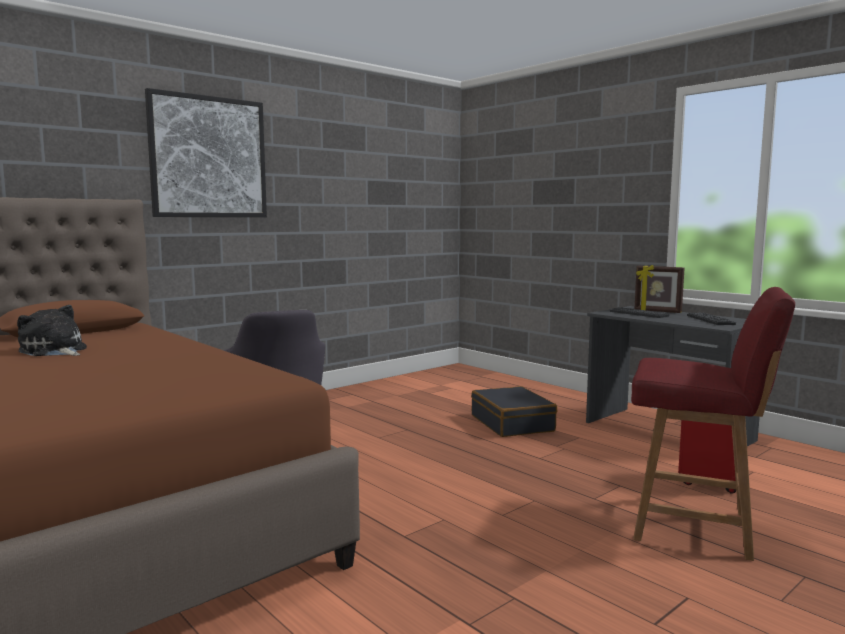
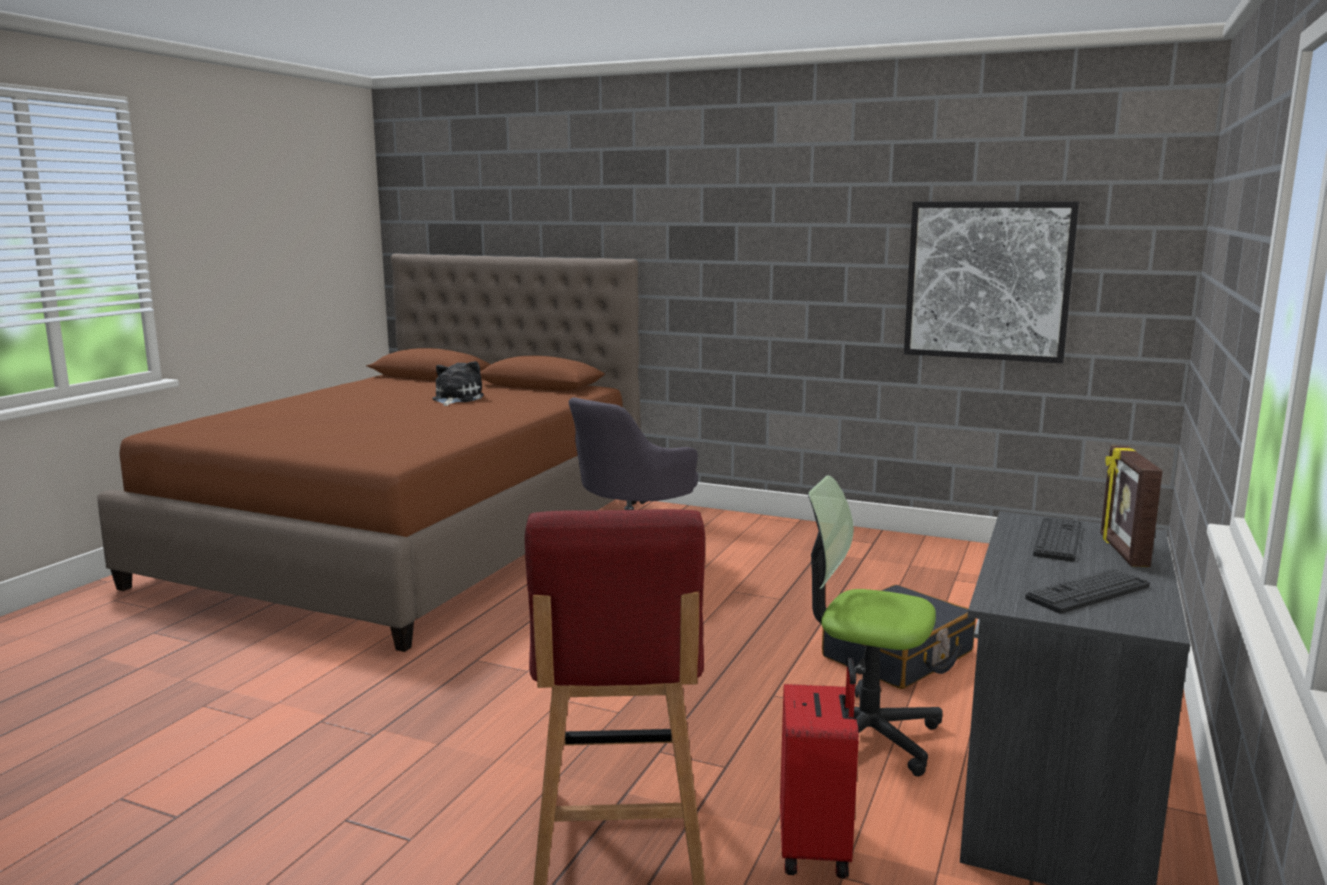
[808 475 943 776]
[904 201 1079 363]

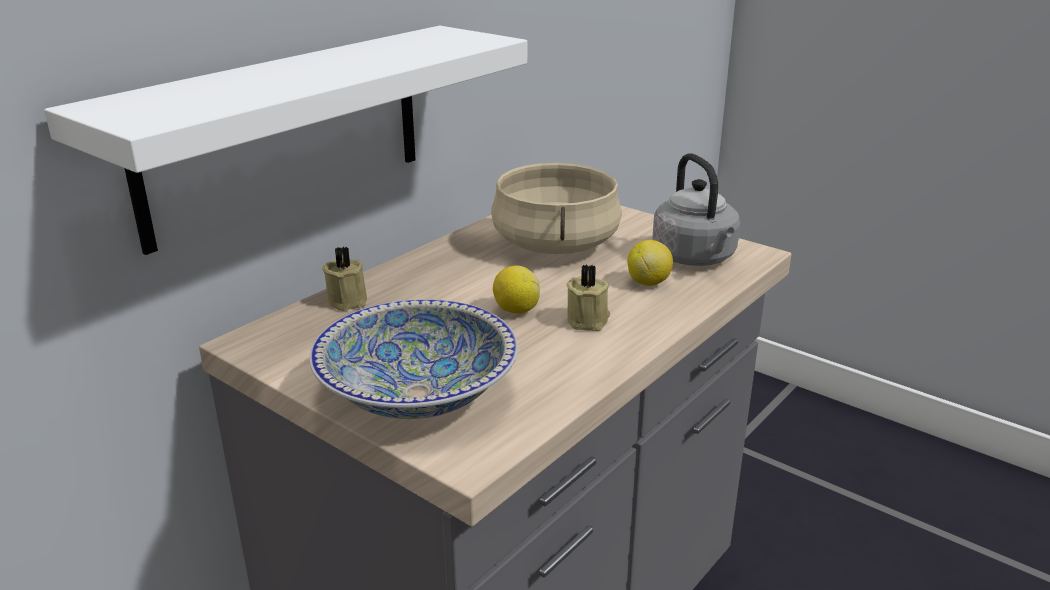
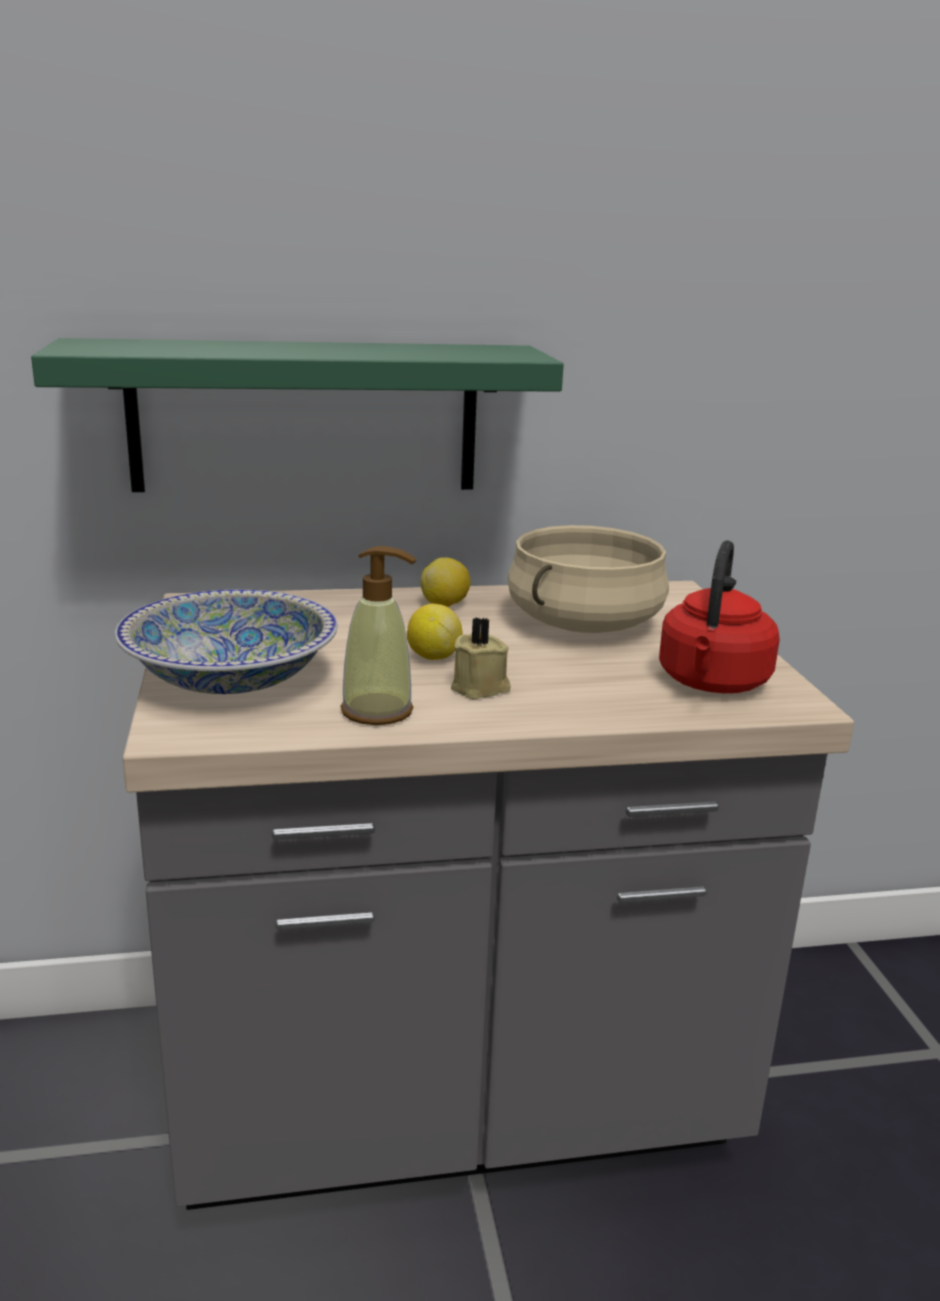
[31 338 564 492]
[340 546 417 725]
[421 557 470 607]
[659 541 780 693]
[322 247 367 311] (first image)

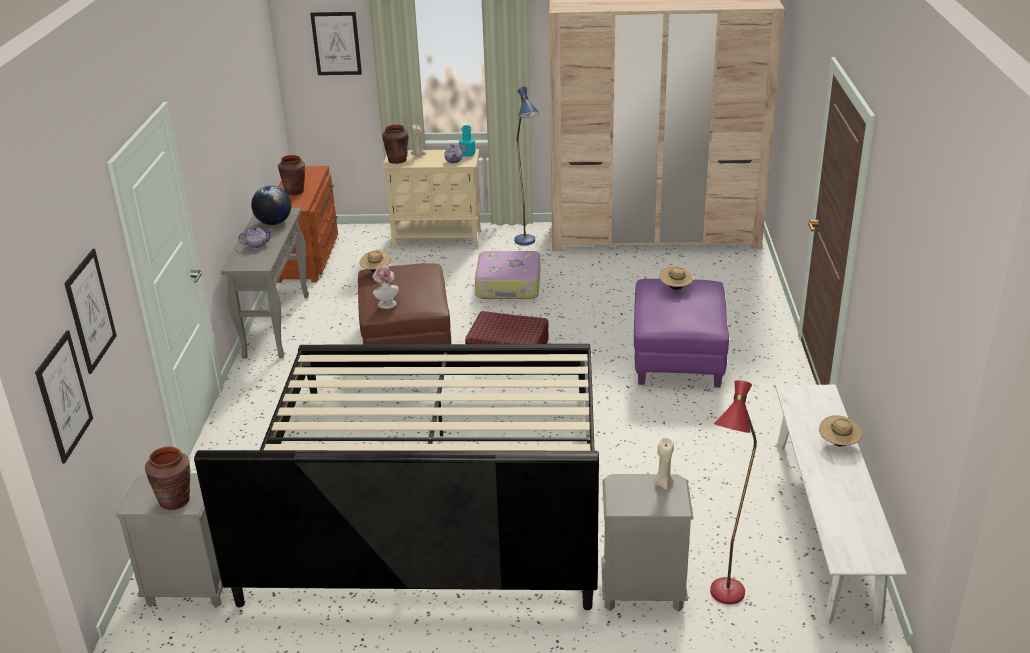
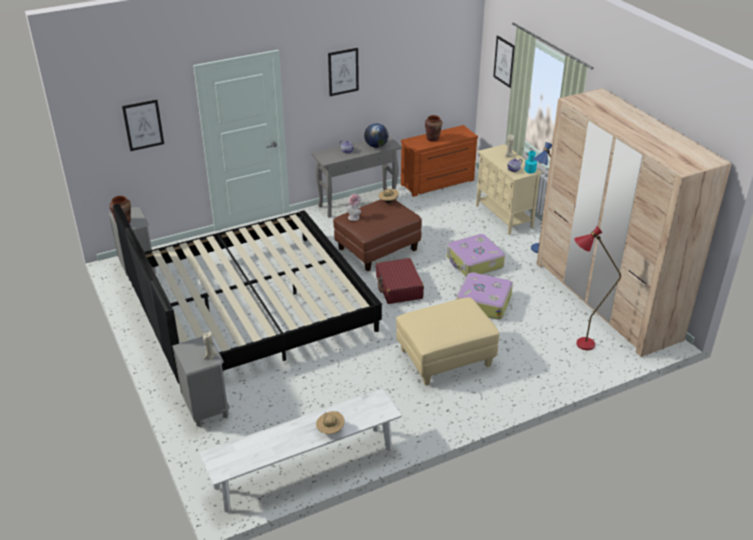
[328 48 359 96]
[396 297 499 385]
[457 272 513 320]
[575 226 621 350]
[382 125 409 164] (first image)
[660 266 693 290] (first image)

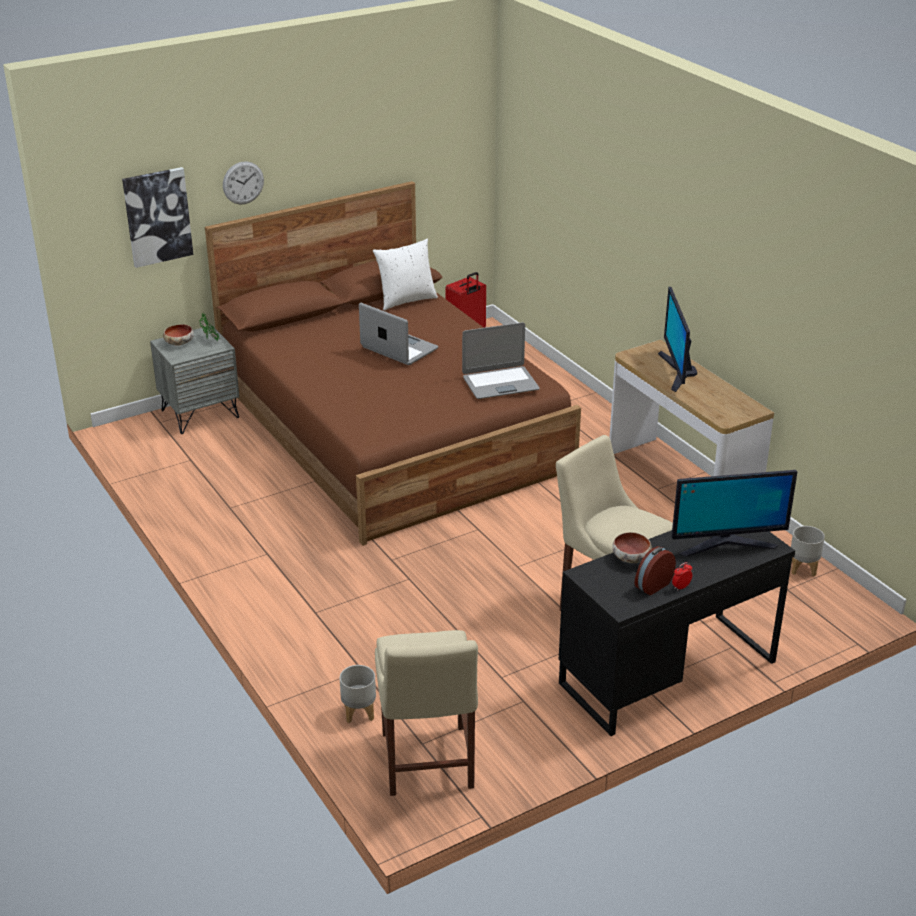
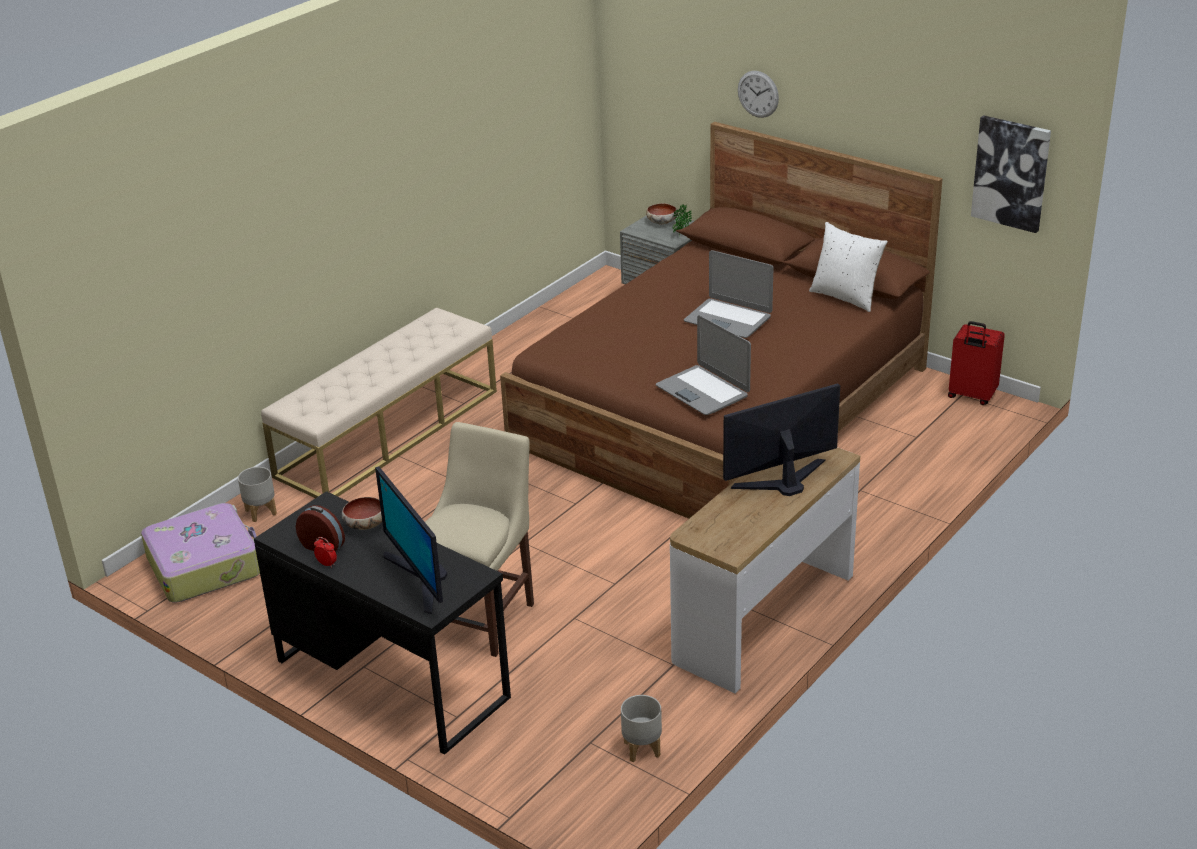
[141 503 260 603]
[261 307 497 498]
[684 250 773 338]
[971 115 1051 233]

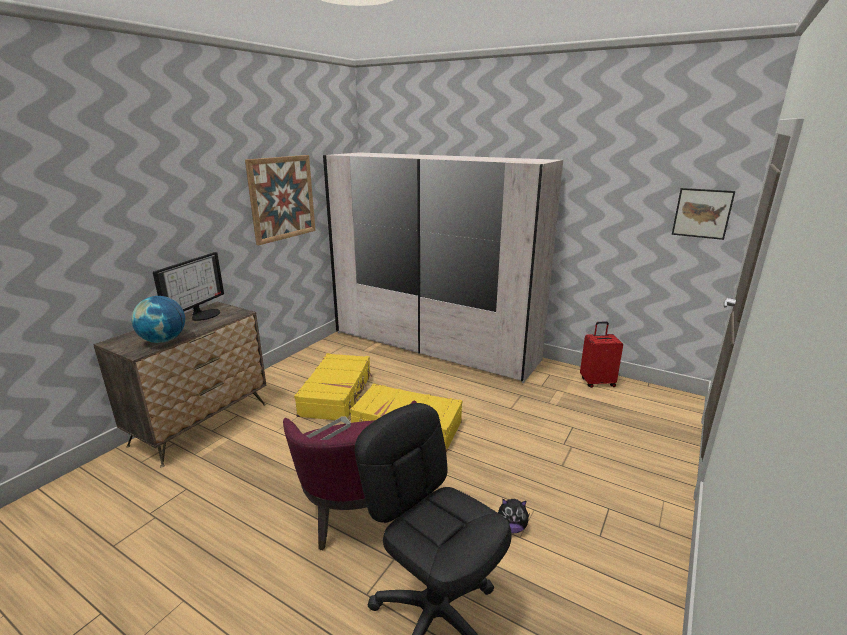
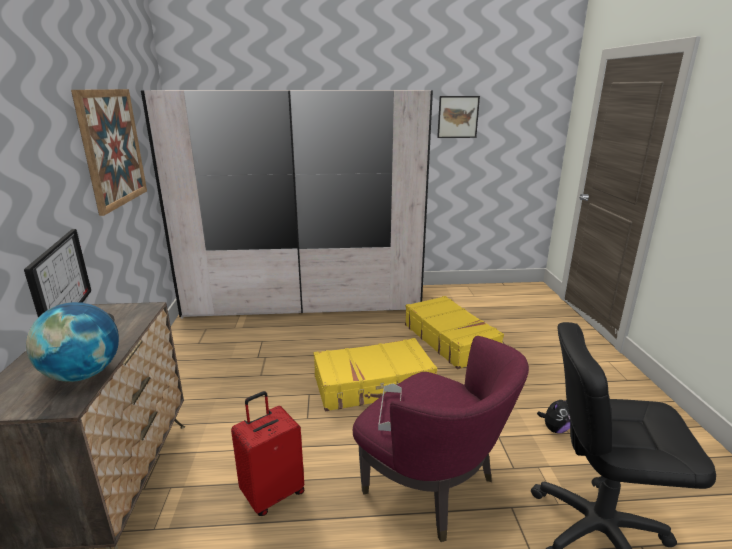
[231 391 305 516]
[405 296 504 369]
[437 96 480 138]

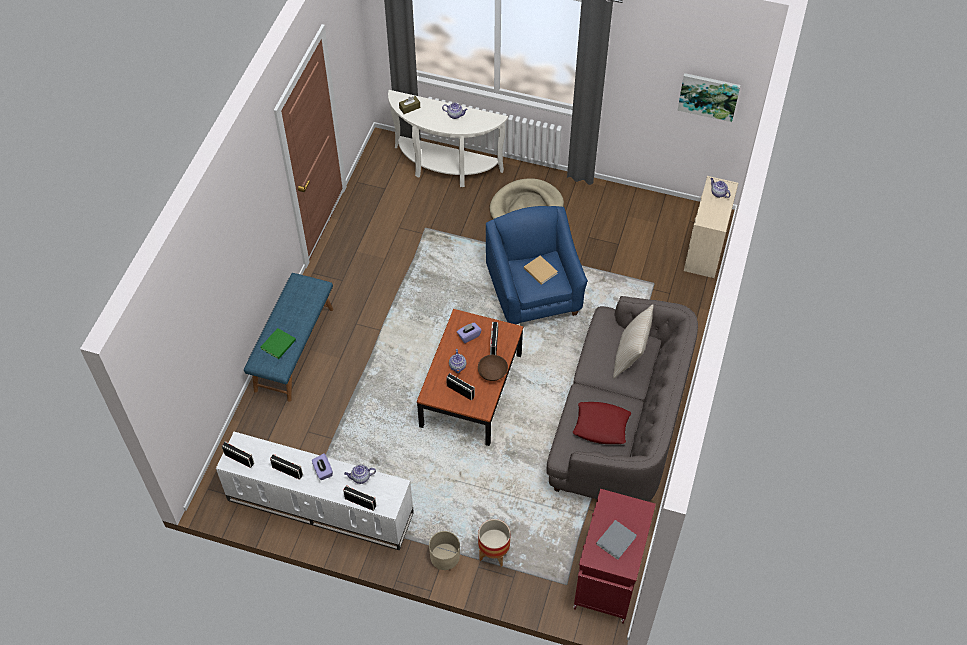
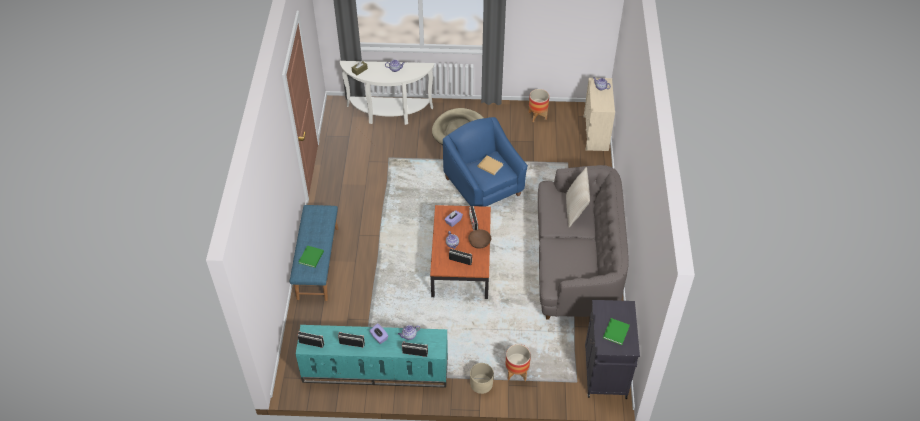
[296 325 448 388]
[529 89 549 122]
[585 300 640 399]
[603 318 630 345]
[573 402 631 444] (first image)
[678 73 741 122] (first image)

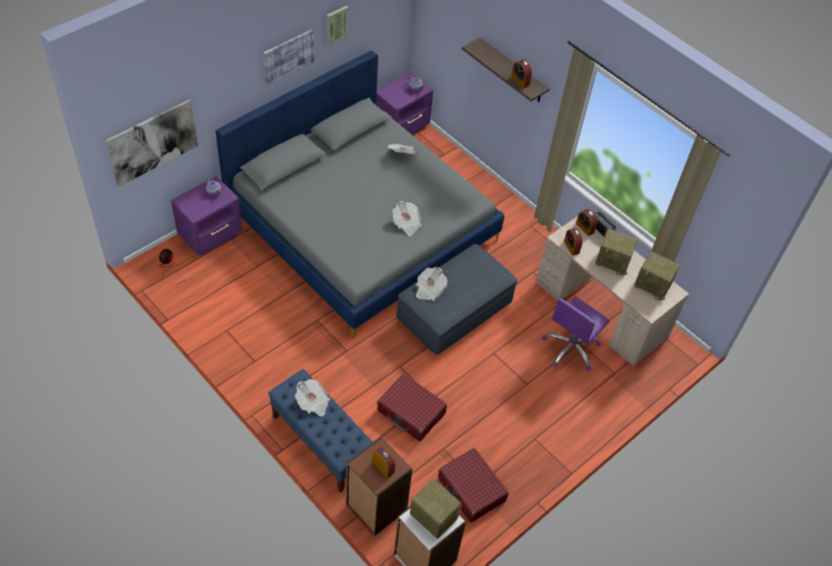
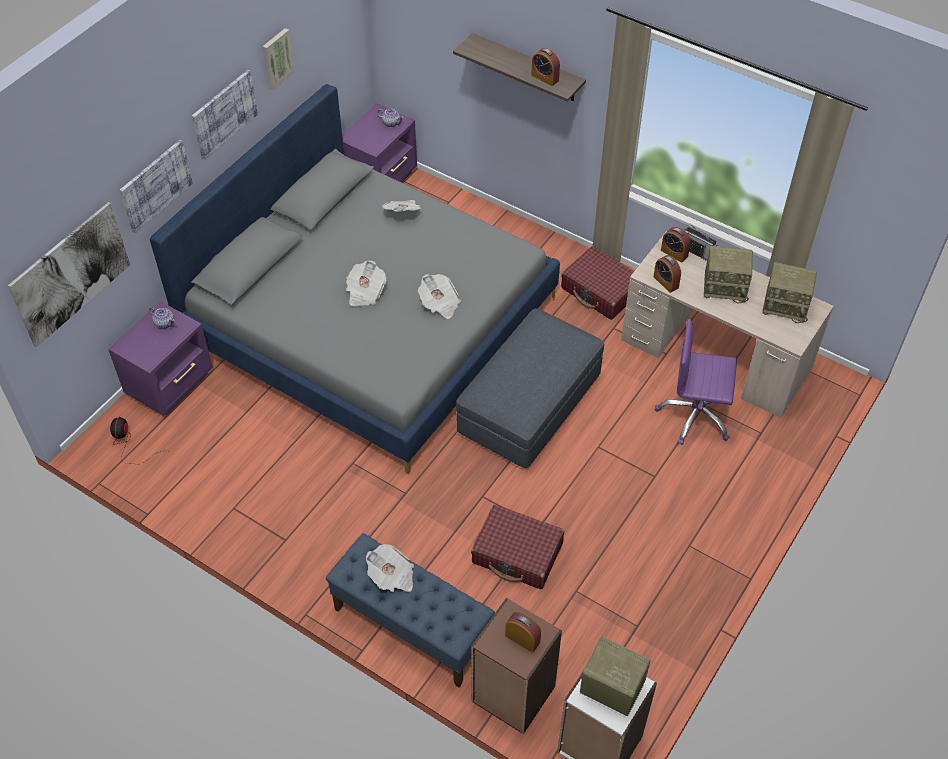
[120 140 193 233]
[346 260 386 307]
[561 246 634 320]
[655 319 737 445]

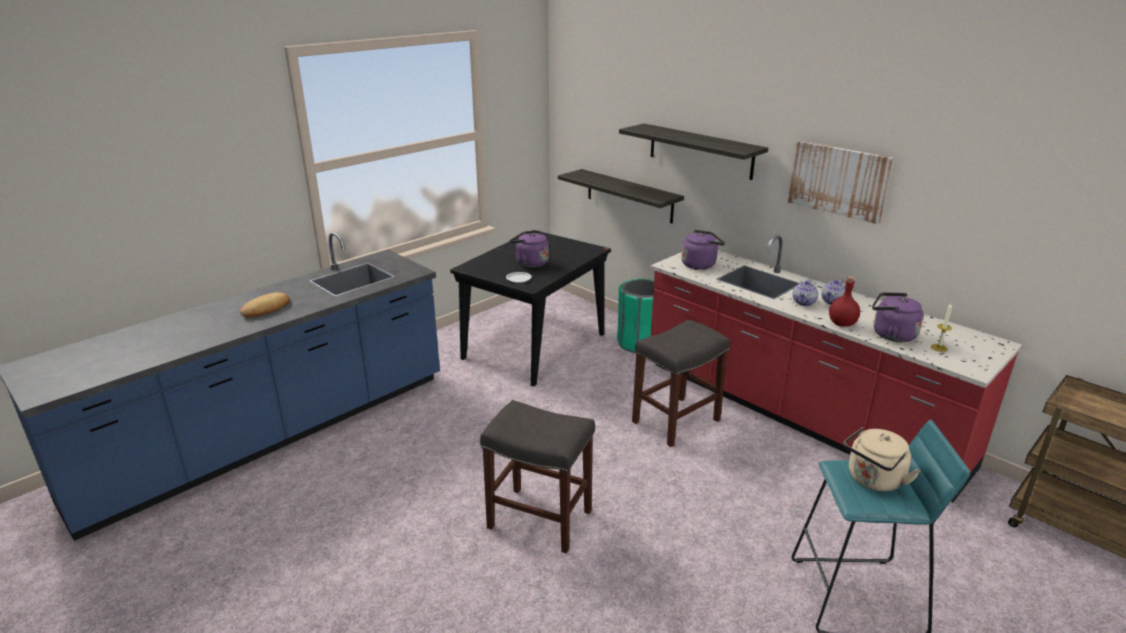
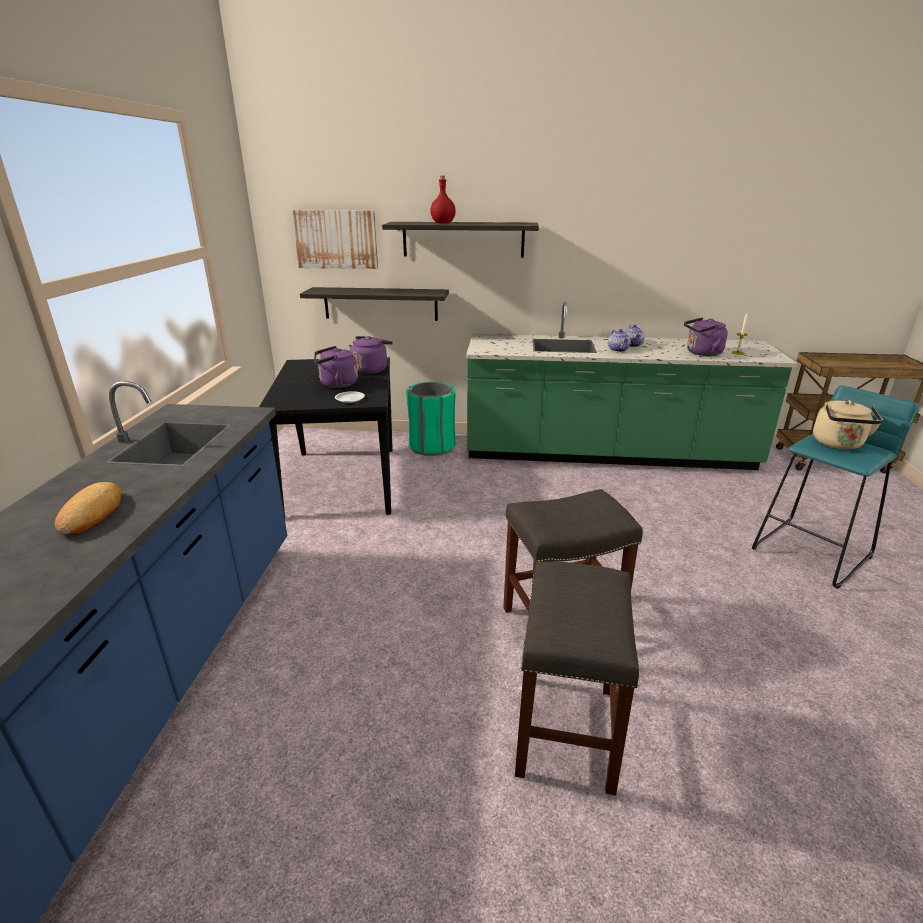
[292 210 378 269]
[349 336 393 374]
[430 176 456 224]
[466 302 797 470]
[515 561 639 795]

